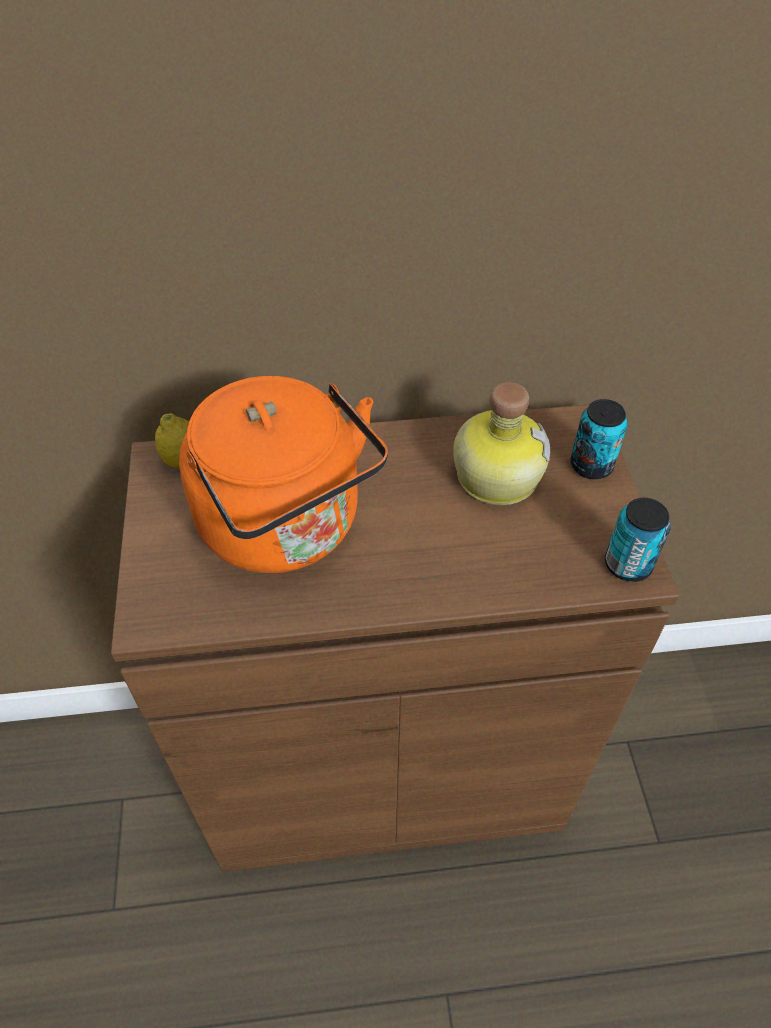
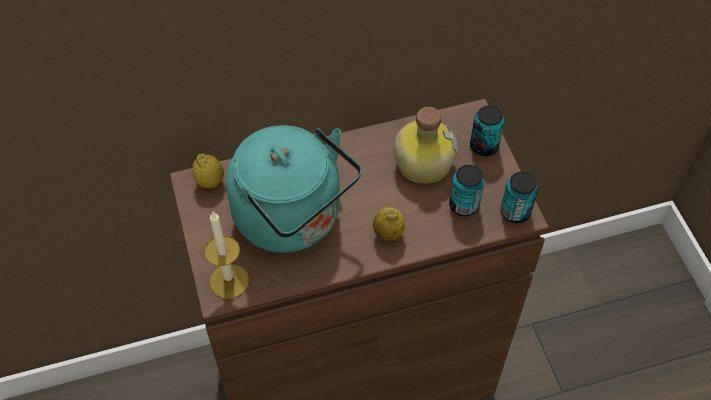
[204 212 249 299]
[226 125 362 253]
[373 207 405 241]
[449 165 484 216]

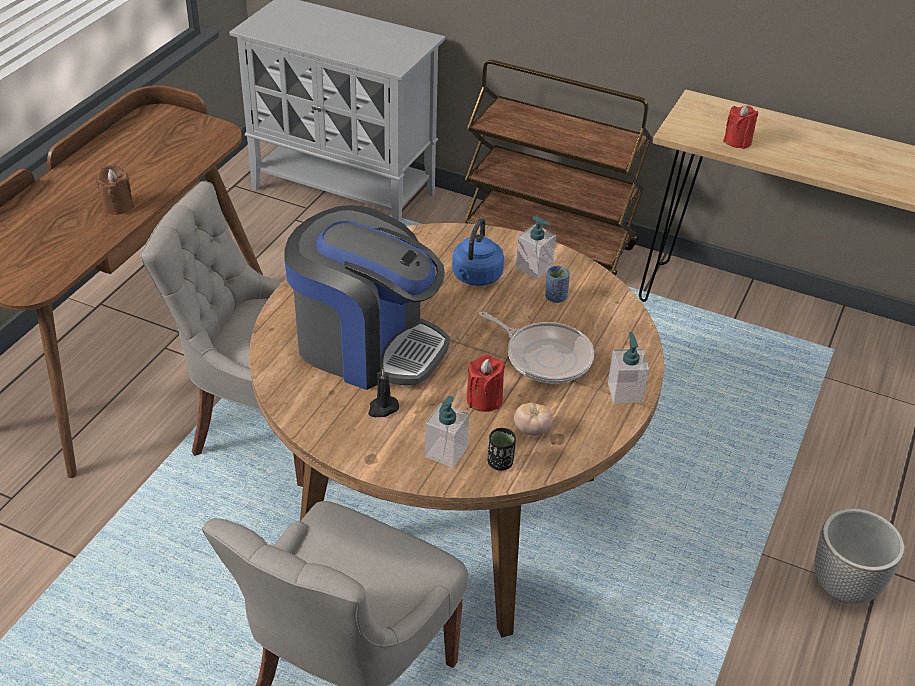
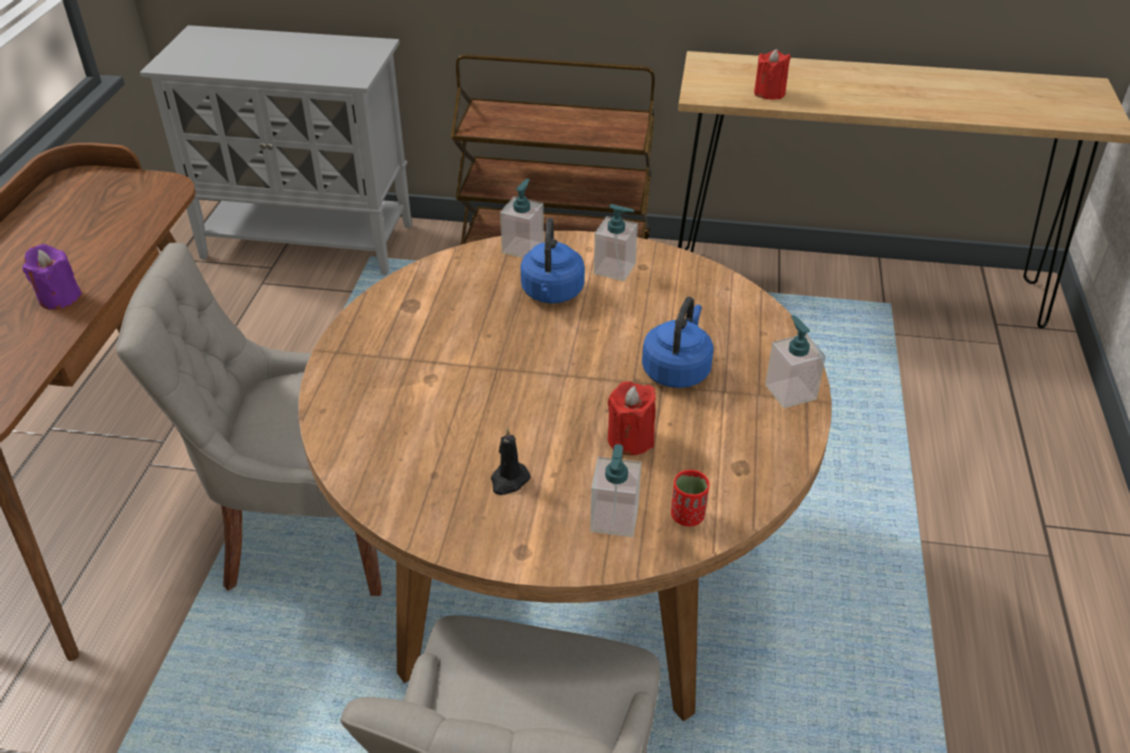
[22 244 82 309]
[500 179 544 258]
[642 297 714 388]
[671 470 709 526]
[284 205 450 390] (first image)
[514 403 553 436] (first image)
[545 266 570 303] (first image)
[814 508 904 604] (first image)

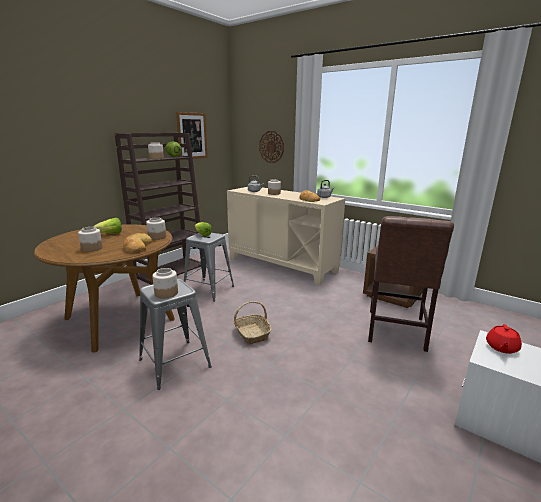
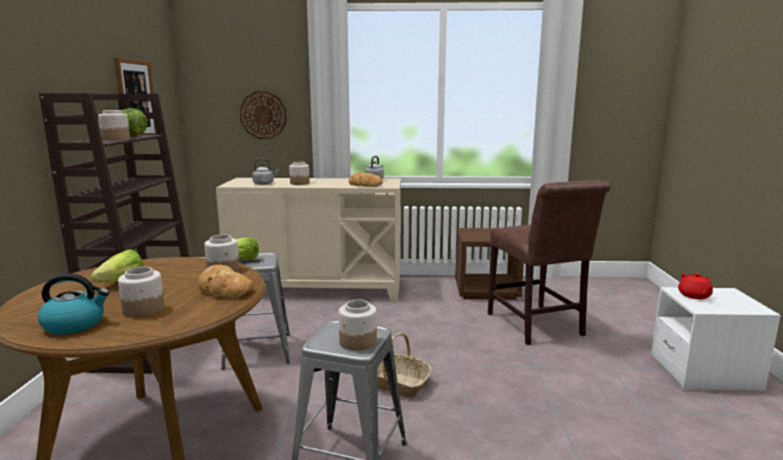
[38 273 110 335]

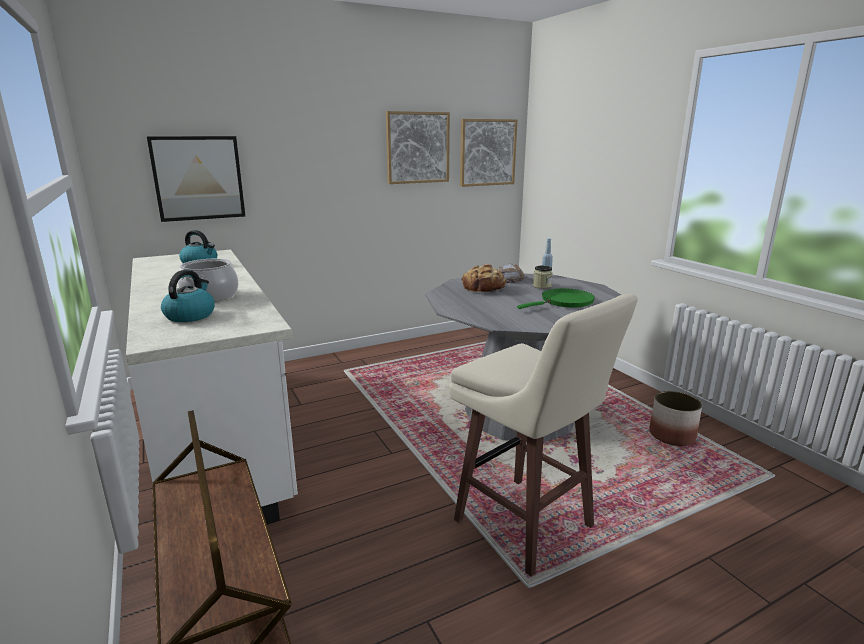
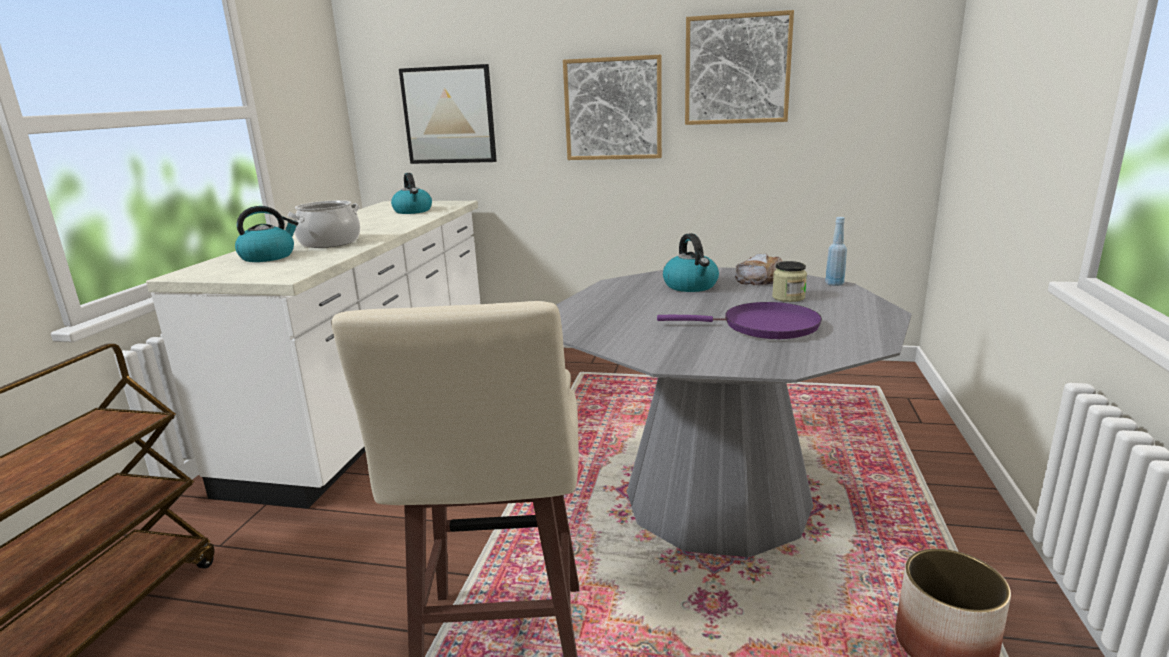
[563 55 662 160]
[657 302 822 339]
[663 233 719 292]

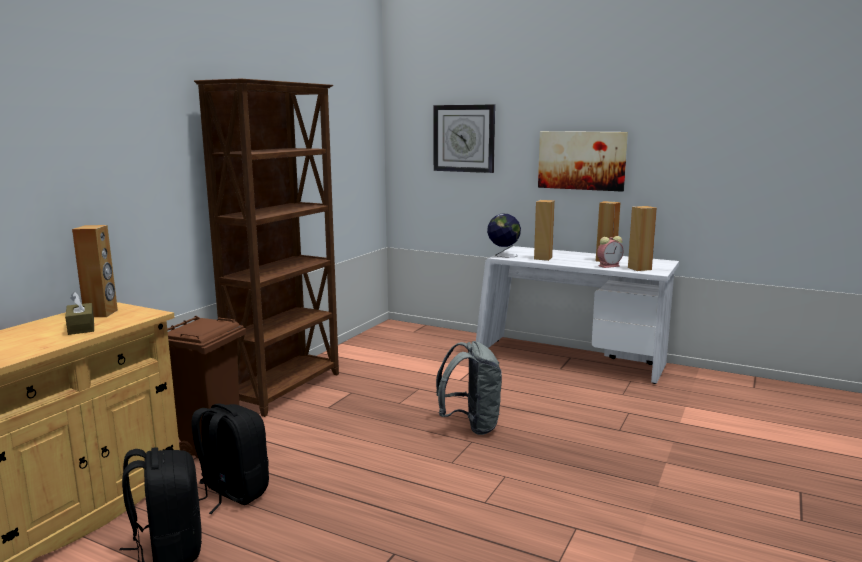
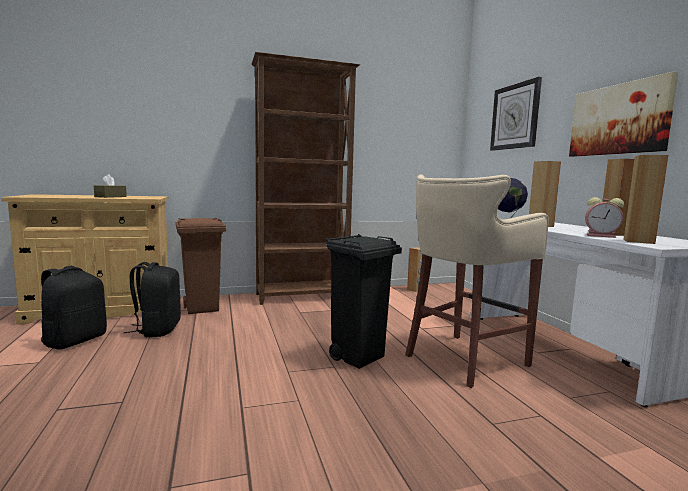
[325 234 402 369]
[405 174 549 388]
[407 247 422 292]

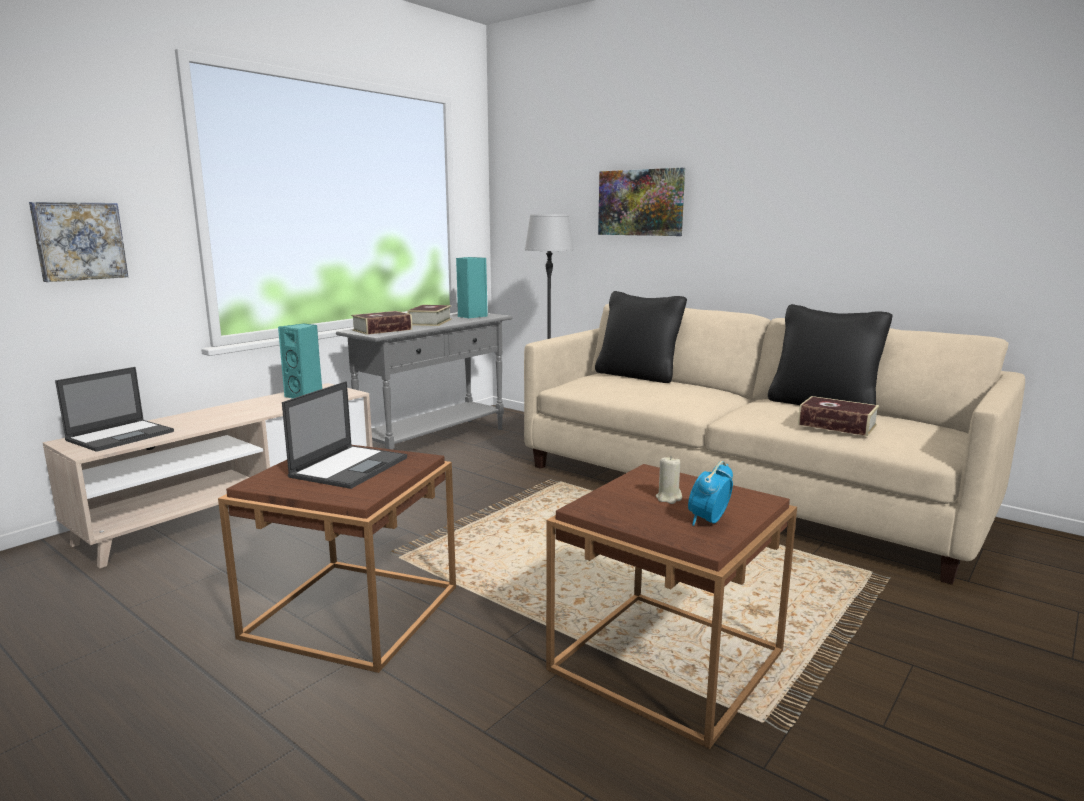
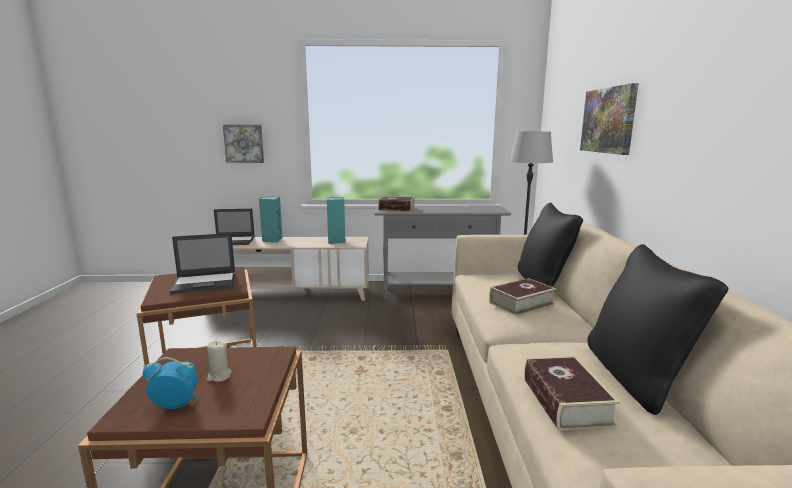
[259 197 283 243]
[489 278 556 316]

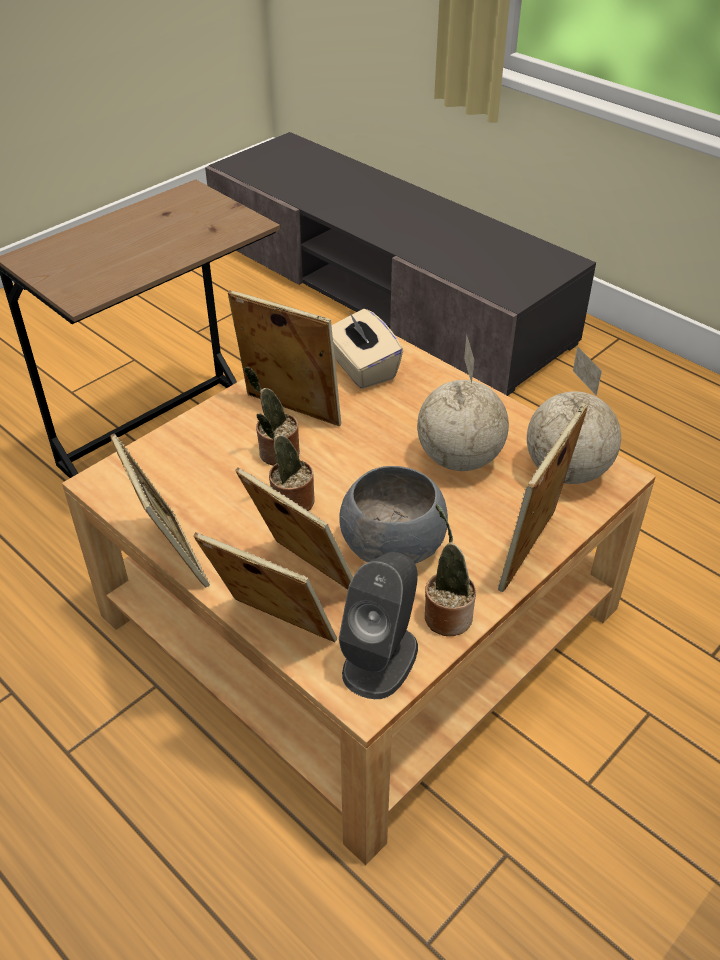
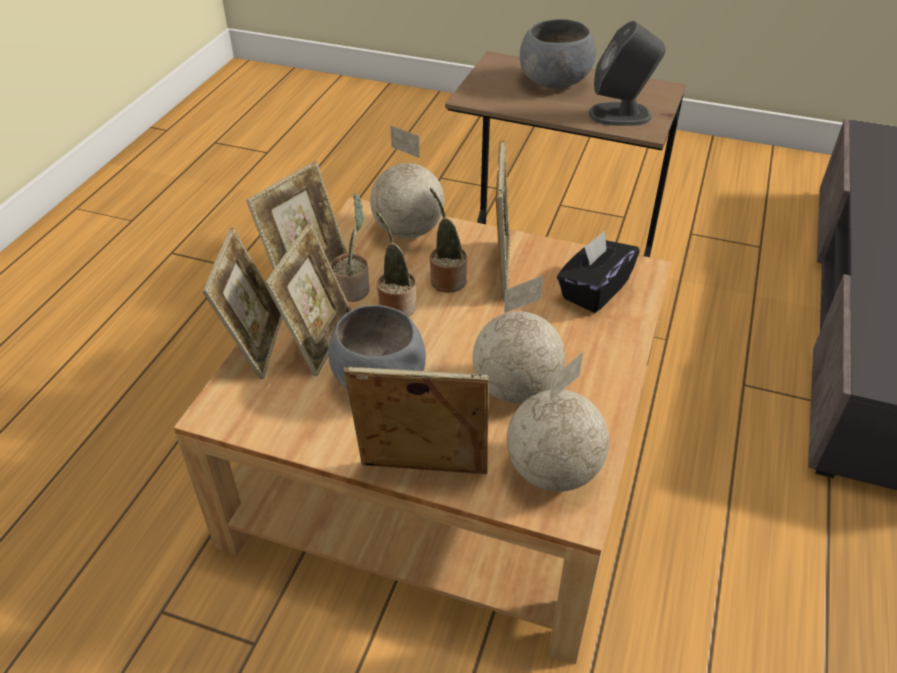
[330 193 369 302]
[370 125 444 238]
[520 19 596 88]
[557 231 640 313]
[589 21 665 126]

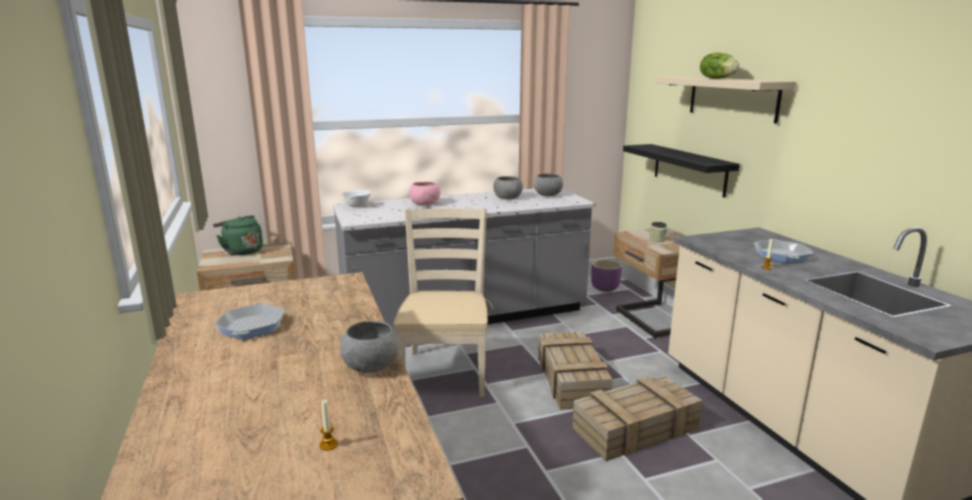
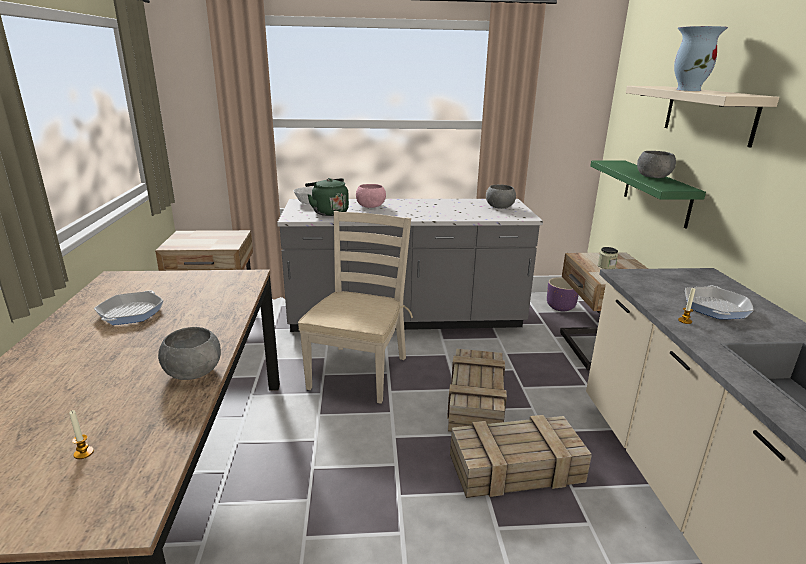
[305 178 349 216]
[590 160 706 229]
[637 151 676 178]
[674 26 728 91]

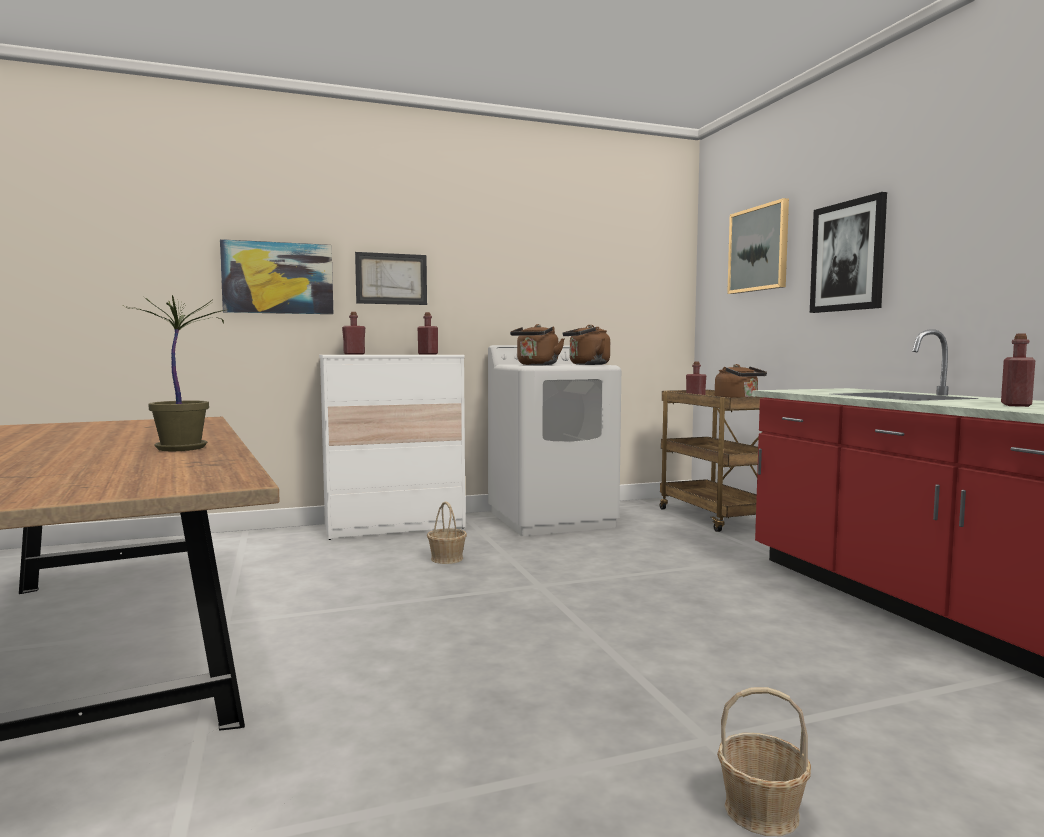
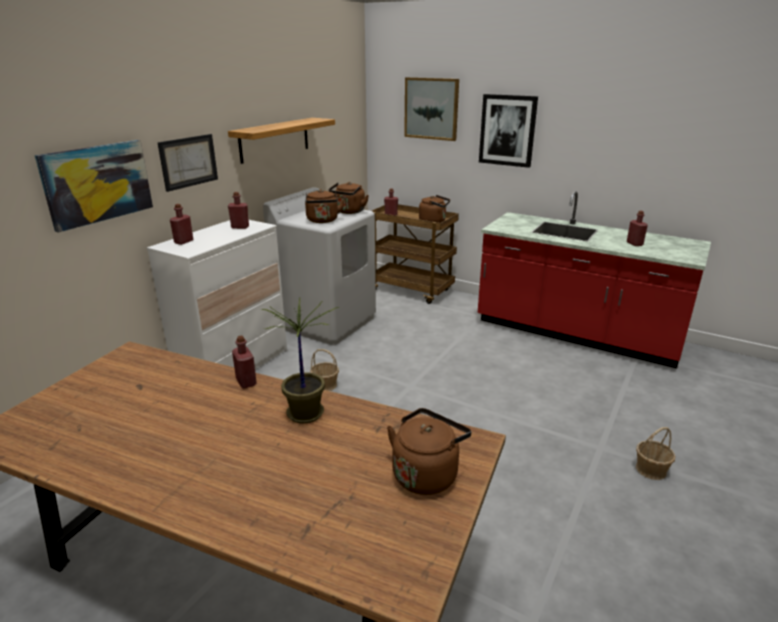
[228 118 335 164]
[232 336 257 388]
[387 408 471 495]

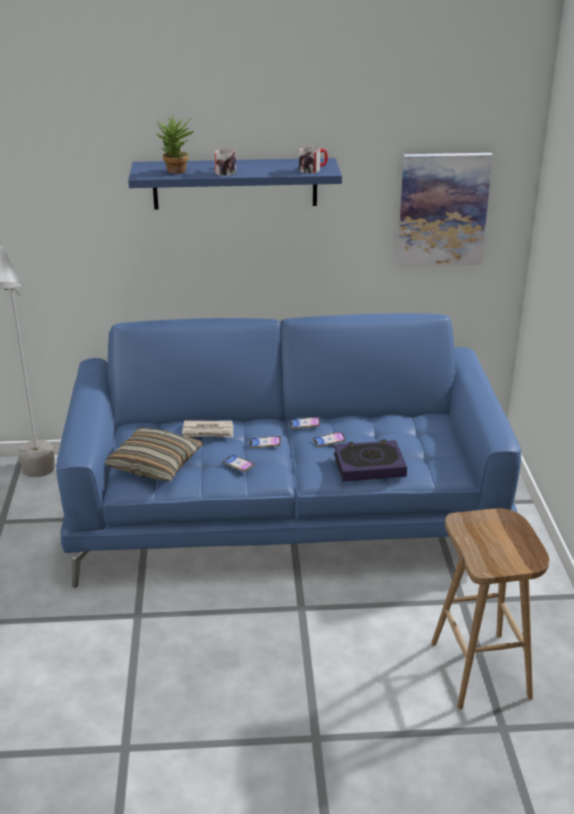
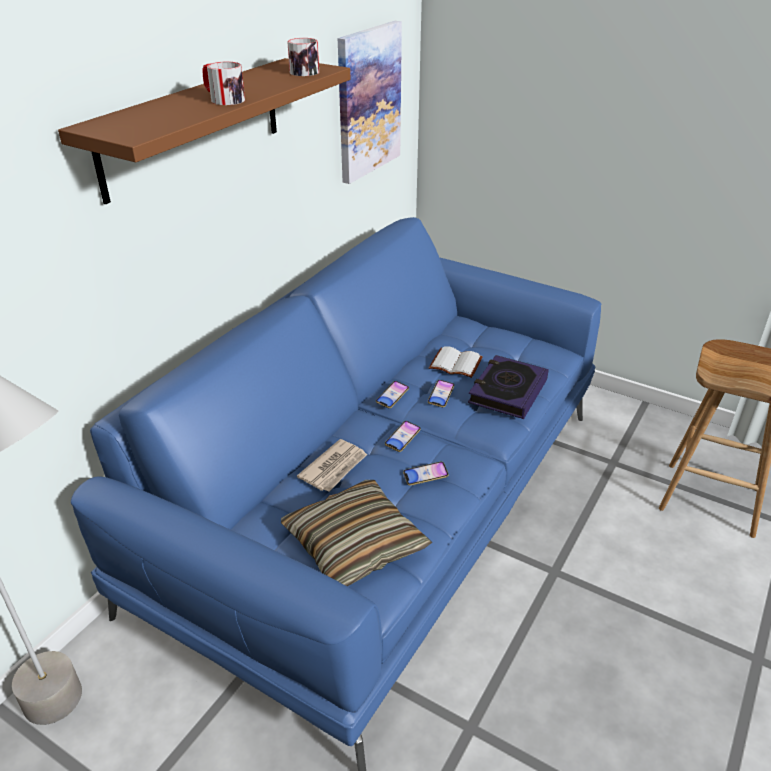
[58 58 350 205]
[429 346 483 378]
[156 115 194 174] (first image)

